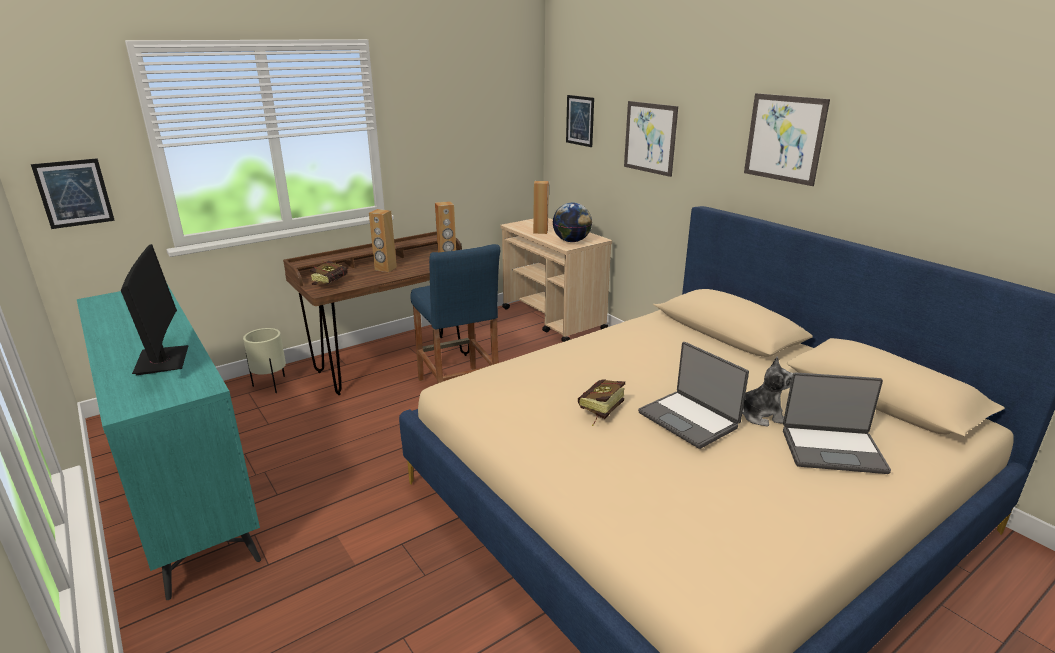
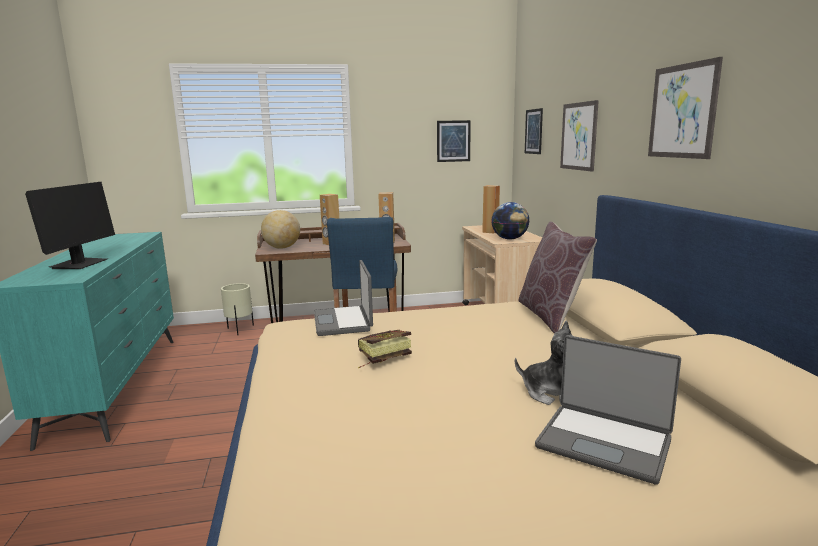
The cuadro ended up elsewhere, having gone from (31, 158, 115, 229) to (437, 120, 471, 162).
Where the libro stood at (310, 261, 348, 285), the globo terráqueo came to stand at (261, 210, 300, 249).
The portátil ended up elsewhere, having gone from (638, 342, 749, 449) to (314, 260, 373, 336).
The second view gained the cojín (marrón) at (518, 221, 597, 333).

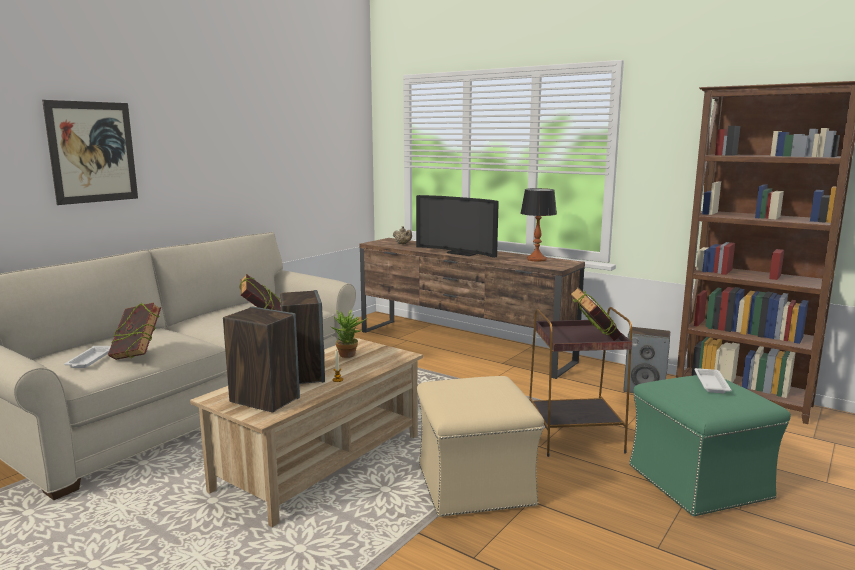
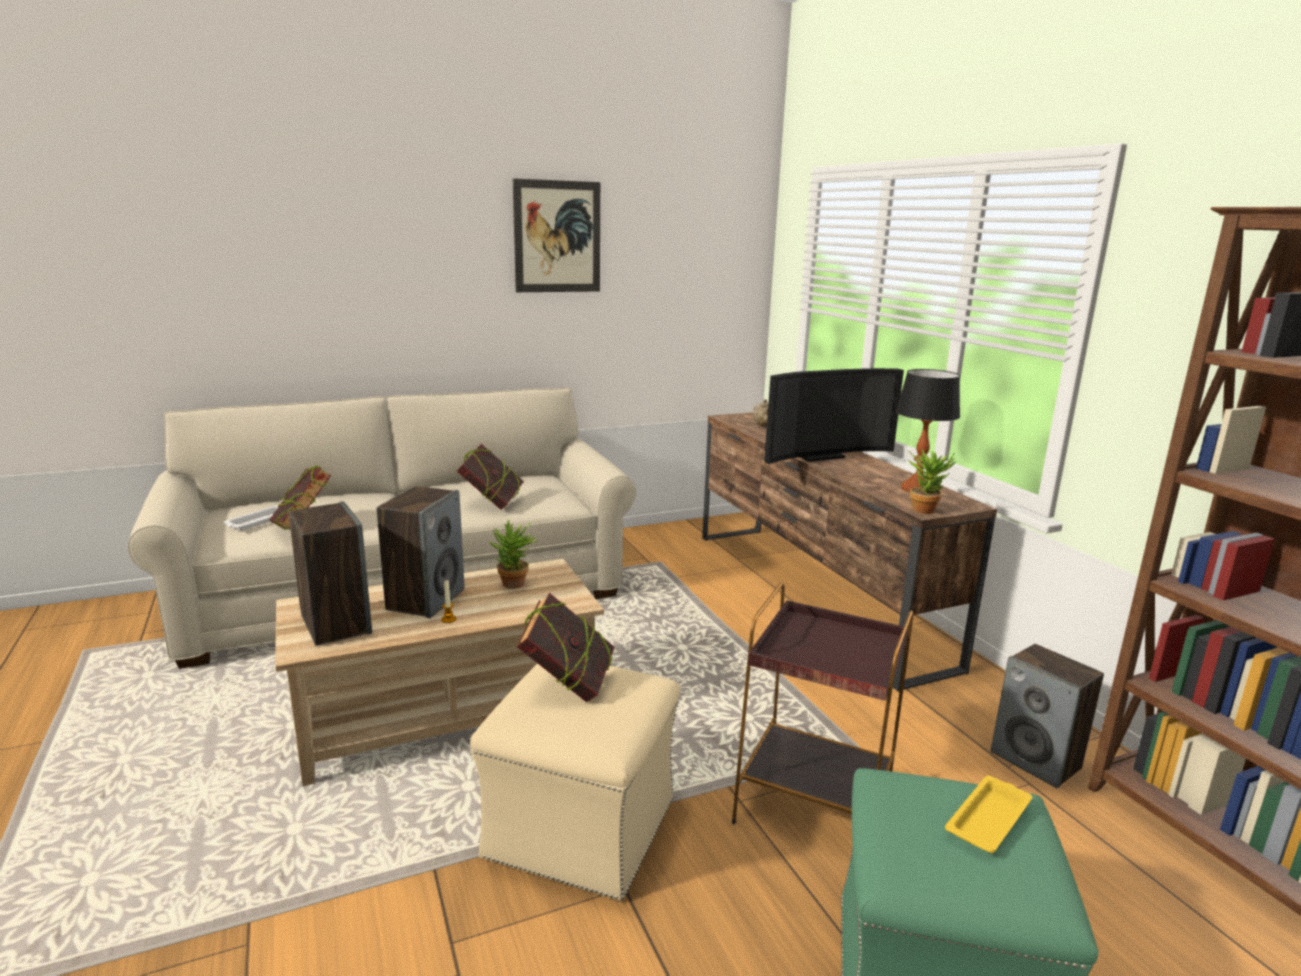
The cuadro ended up elsewhere, having gone from (42, 100, 138, 205) to (513, 178, 600, 292).
The televisor at (416, 195, 499, 258) ended up facing another way, 90 degrees counterclockwise from before.
The libro ended up elsewhere, having gone from (570, 287, 622, 341) to (516, 593, 615, 702).
What was the bandeja (blanco) at (694, 368, 732, 393) turned into the bandeja (amarillo) at (945, 776, 1032, 853).
The second view gained the planta en maceta at (908, 450, 956, 514).

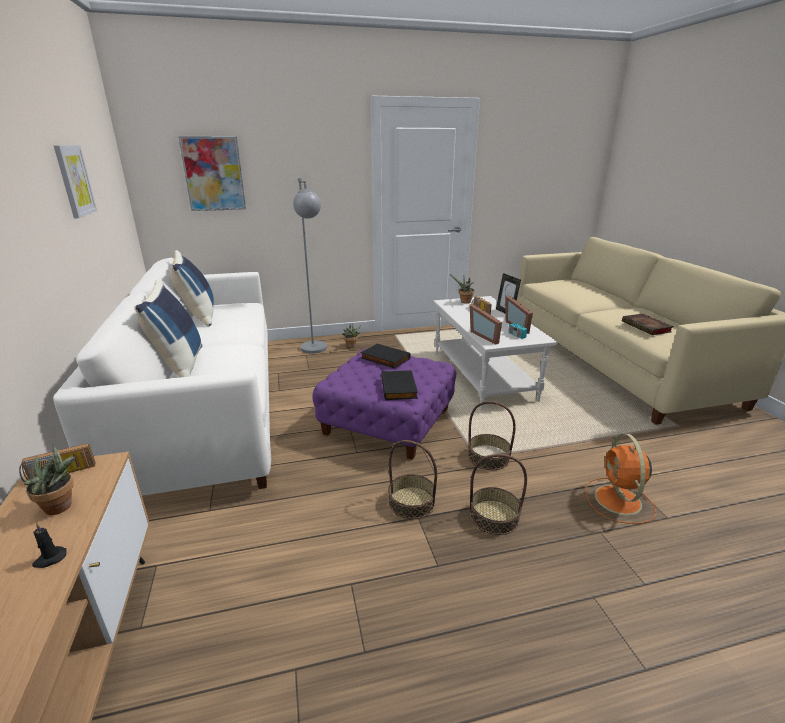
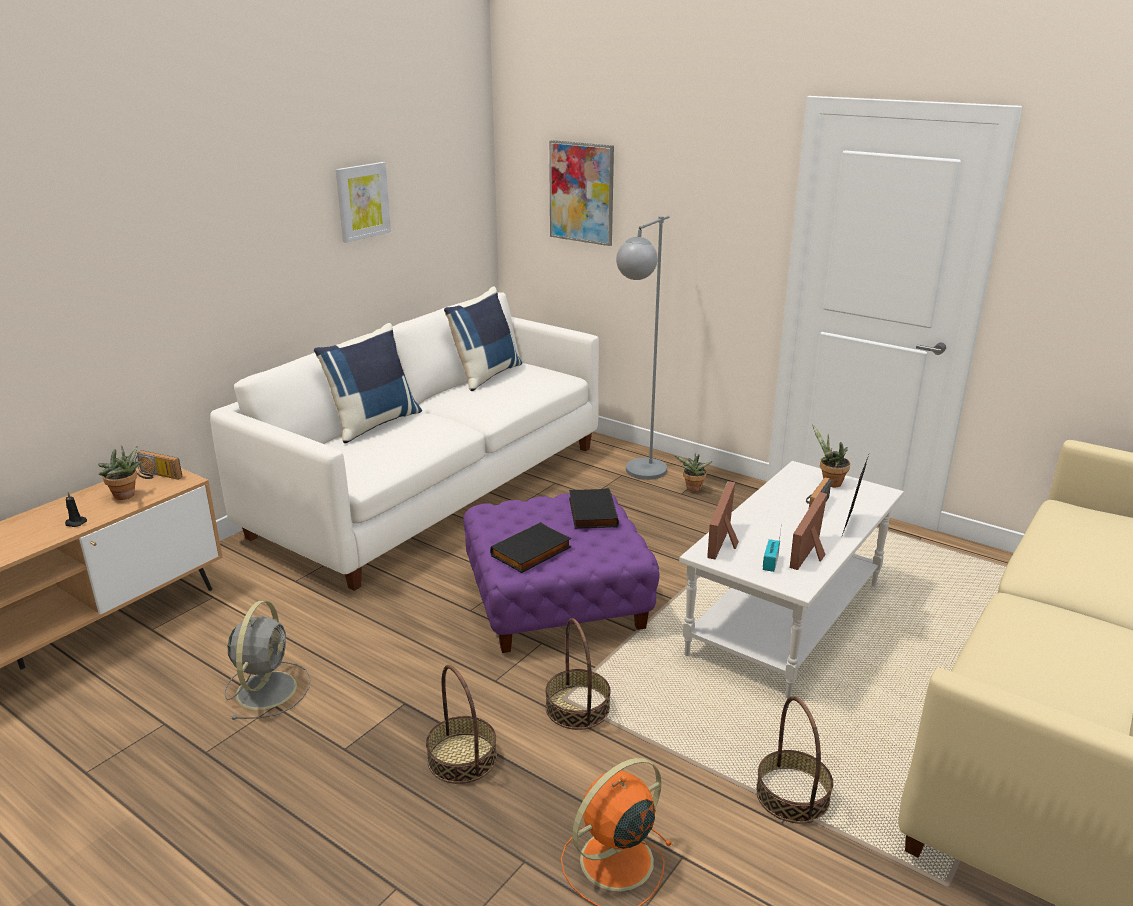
The second view lost the libro at (622, 314, 673, 335).
The cesta ended up elsewhere, having gone from (388, 440, 437, 519) to (756, 696, 833, 824).
The second view gained the ventilador (gris) at (225, 601, 311, 720).

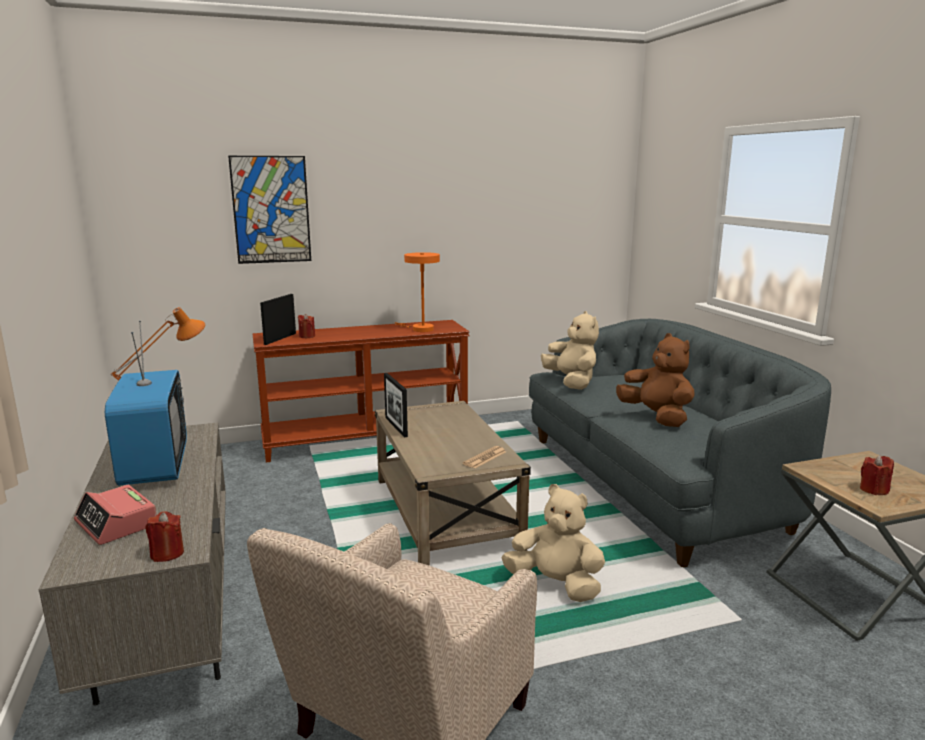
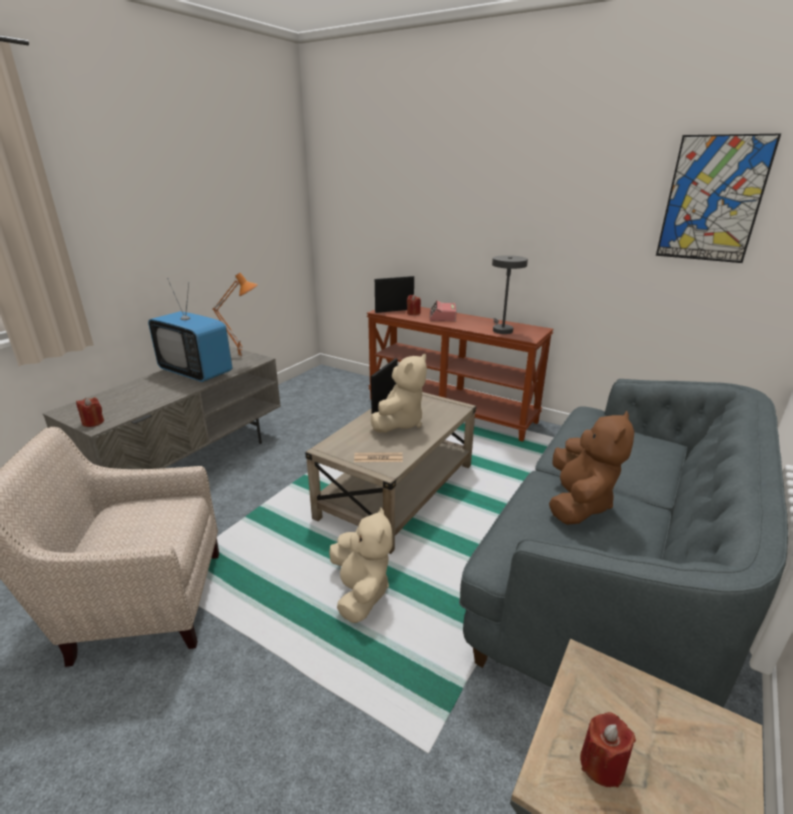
The cuadro ended up elsewhere, having gone from (228, 156, 311, 264) to (656, 134, 781, 263).
What was the lámpara de mesa (naranja) at (394, 252, 440, 332) turned into the lámpara de mesa (gris) at (492, 255, 528, 334).
The peluche (beis) ended up elsewhere, having gone from (541, 311, 599, 390) to (371, 354, 427, 433).
The televisor at (105, 321, 187, 486) ended up facing another way, 90 degrees clockwise from before.
The despertador ended up elsewhere, having gone from (74, 485, 157, 545) to (430, 300, 456, 321).

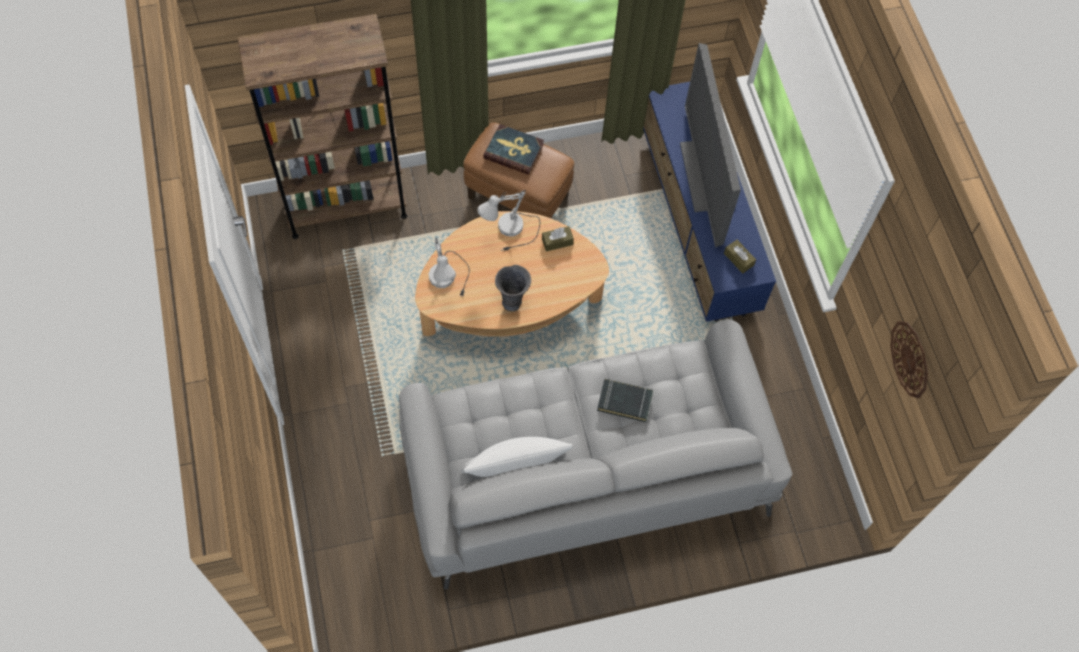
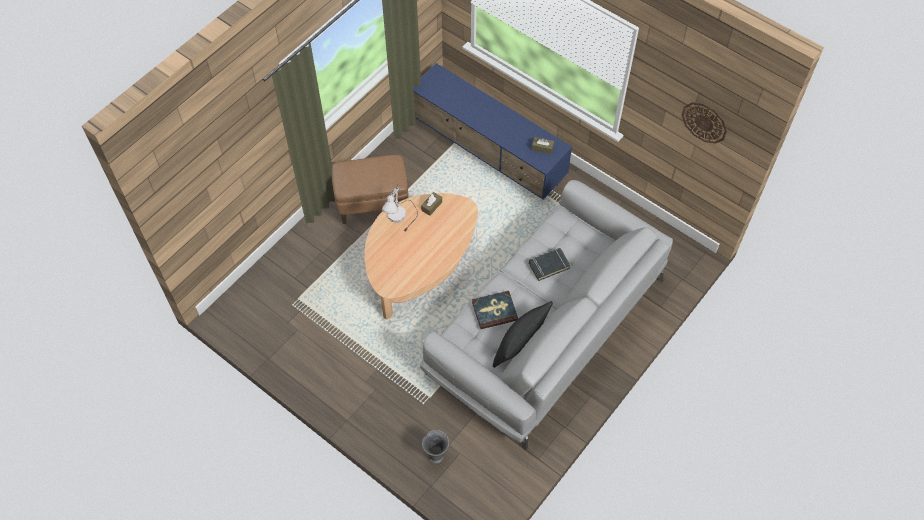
The second view lost the estantería (marrón) at (237, 14, 407, 239).
The second view lost the televisor at (680, 43, 741, 247).
The libro ended up elsewhere, having gone from (483, 124, 544, 175) to (472, 291, 518, 329).
The second view lost the lámpara de mesa (blanco) at (428, 237, 470, 297).
The florero (gris) ended up elsewhere, having gone from (495, 265, 531, 311) to (422, 430, 449, 464).
What was the cojín (blanco) at (461, 437, 573, 477) turned into the cojín (negro) at (493, 301, 553, 368).

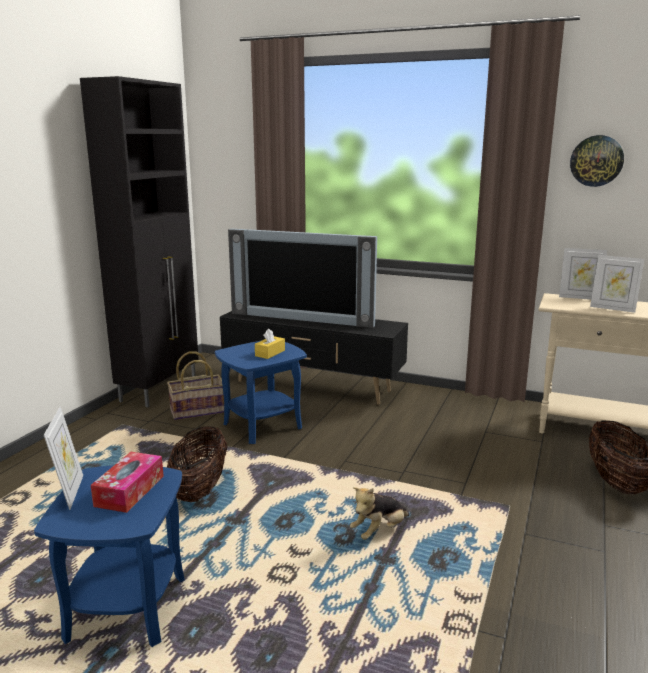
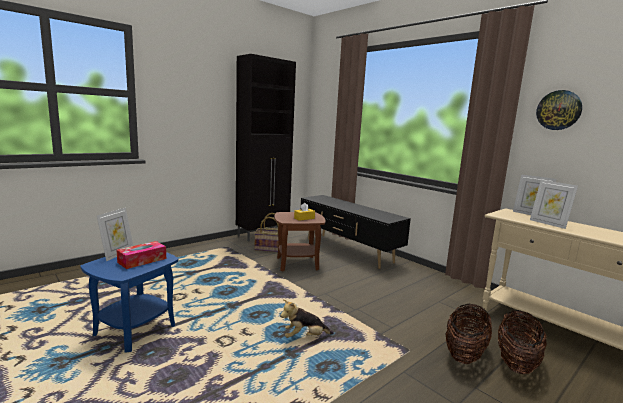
The second view lost the televisor at (228, 229, 377, 328).
What was the mesa auxiliar (azul) at (215, 340, 307, 444) turned into the mesa auxiliar (marrón) at (274, 212, 326, 272).
The cesta ended up elsewhere, having gone from (167, 426, 227, 502) to (445, 303, 492, 364).

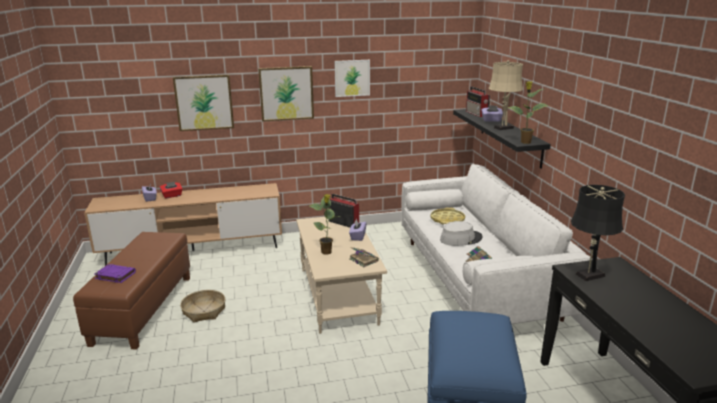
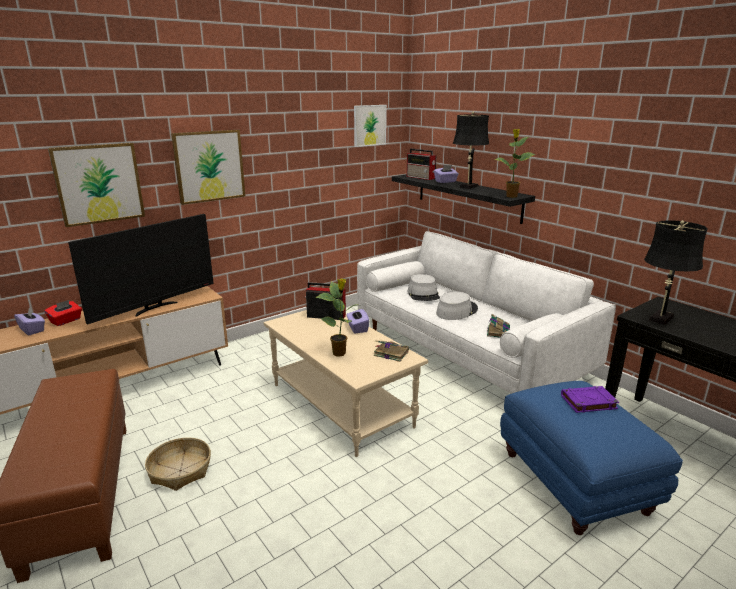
The cuadro ended up elsewhere, having gone from (334, 60, 370, 97) to (354, 105, 387, 147).
What was the lámpara de mesa (beis) at (489, 60, 523, 130) turned into the lámpara de mesa (negro) at (453, 111, 489, 189).
Where the bandeja (amarillo) stood at (430, 207, 465, 224), the sombrero (gris) came to stand at (407, 274, 440, 301).
The libro (morado) ended up elsewhere, having gone from (94, 264, 136, 283) to (561, 386, 619, 413).
The second view gained the televisor at (68, 214, 214, 324).

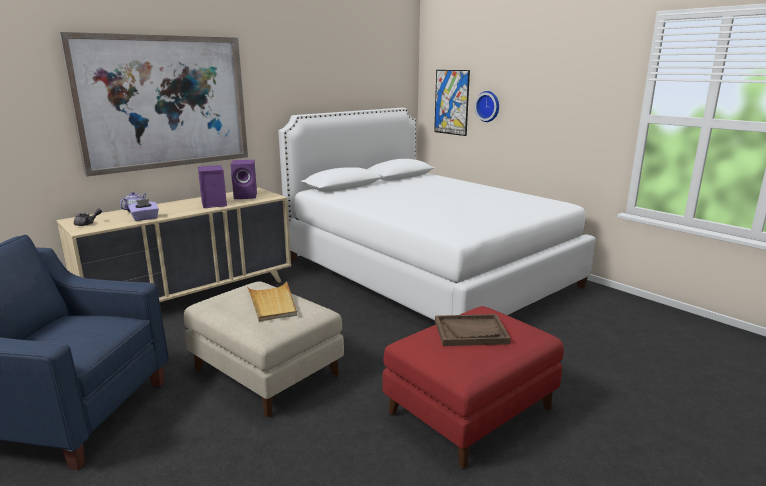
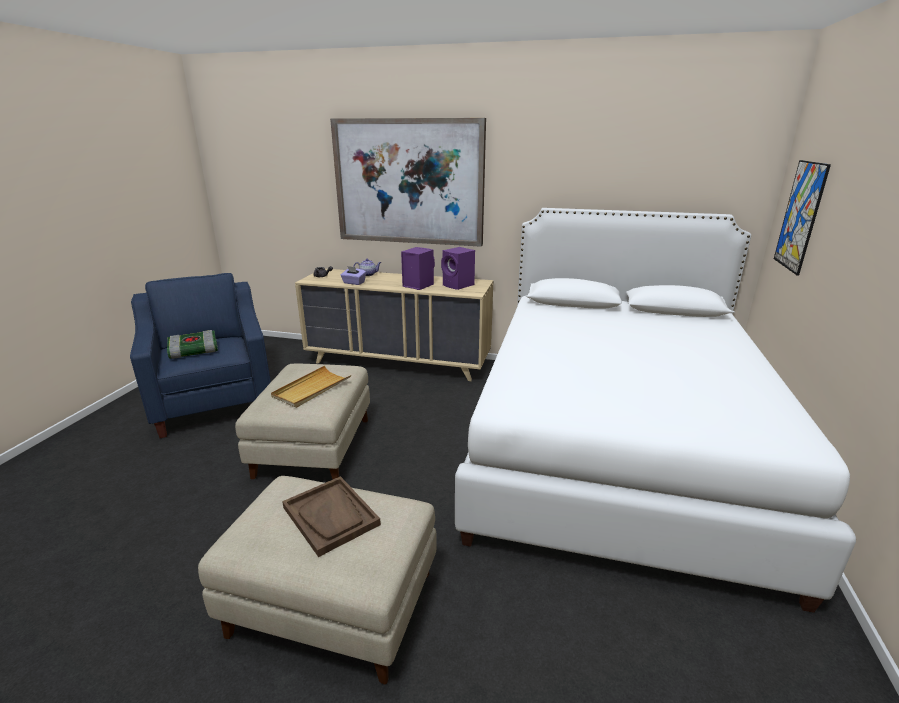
The second view lost the reloj de pared at (474, 91, 499, 122).
What was the puf (rojo) at (382, 306, 564, 468) turned into the puf (beis) at (198, 476, 437, 684).
The second view gained the libro at (167, 330, 218, 359).

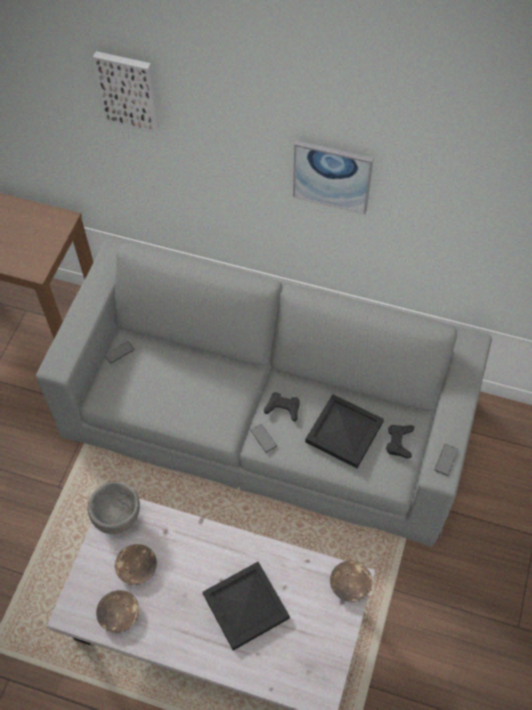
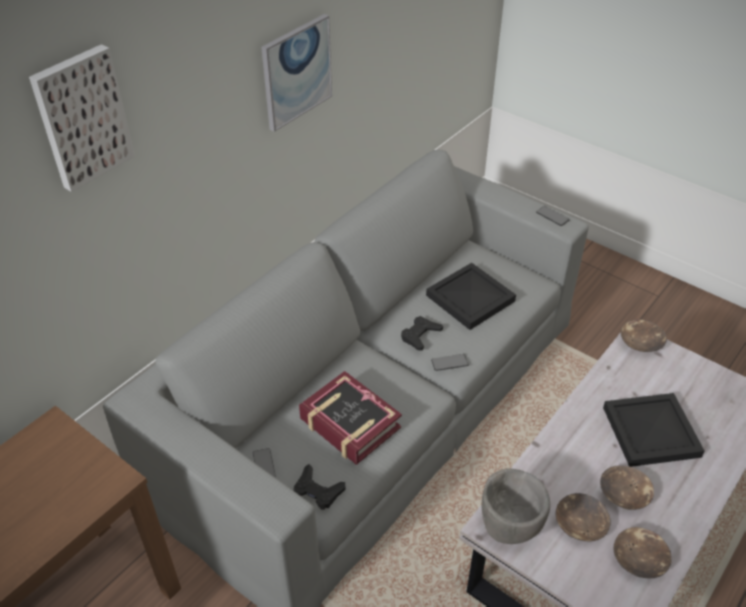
The mando de consola (negro) ended up elsewhere, having gone from (386, 425, 415, 459) to (294, 464, 345, 510).
The second view gained the libro at (299, 371, 402, 465).
The second view gained the cuenco (marrón) at (600, 465, 654, 510).

